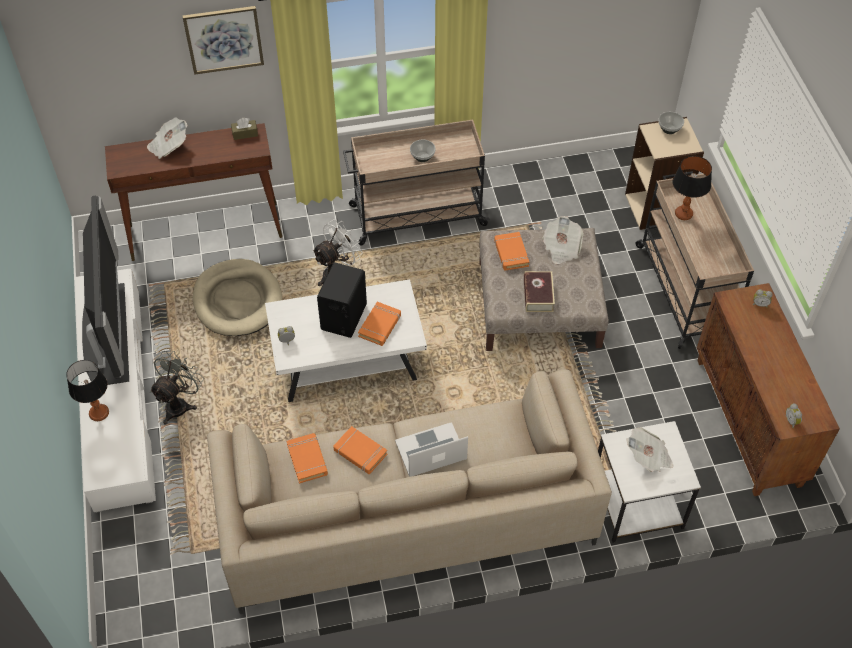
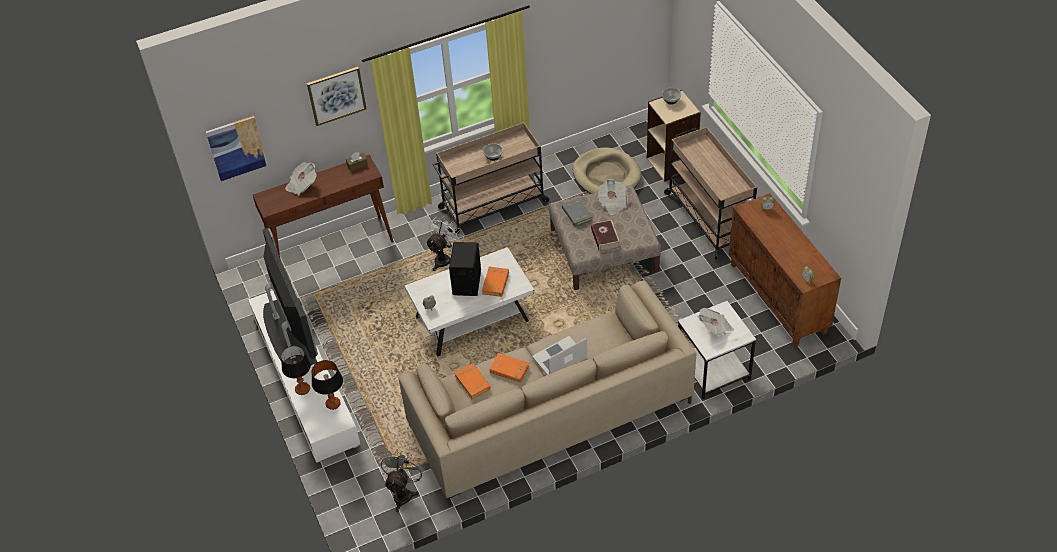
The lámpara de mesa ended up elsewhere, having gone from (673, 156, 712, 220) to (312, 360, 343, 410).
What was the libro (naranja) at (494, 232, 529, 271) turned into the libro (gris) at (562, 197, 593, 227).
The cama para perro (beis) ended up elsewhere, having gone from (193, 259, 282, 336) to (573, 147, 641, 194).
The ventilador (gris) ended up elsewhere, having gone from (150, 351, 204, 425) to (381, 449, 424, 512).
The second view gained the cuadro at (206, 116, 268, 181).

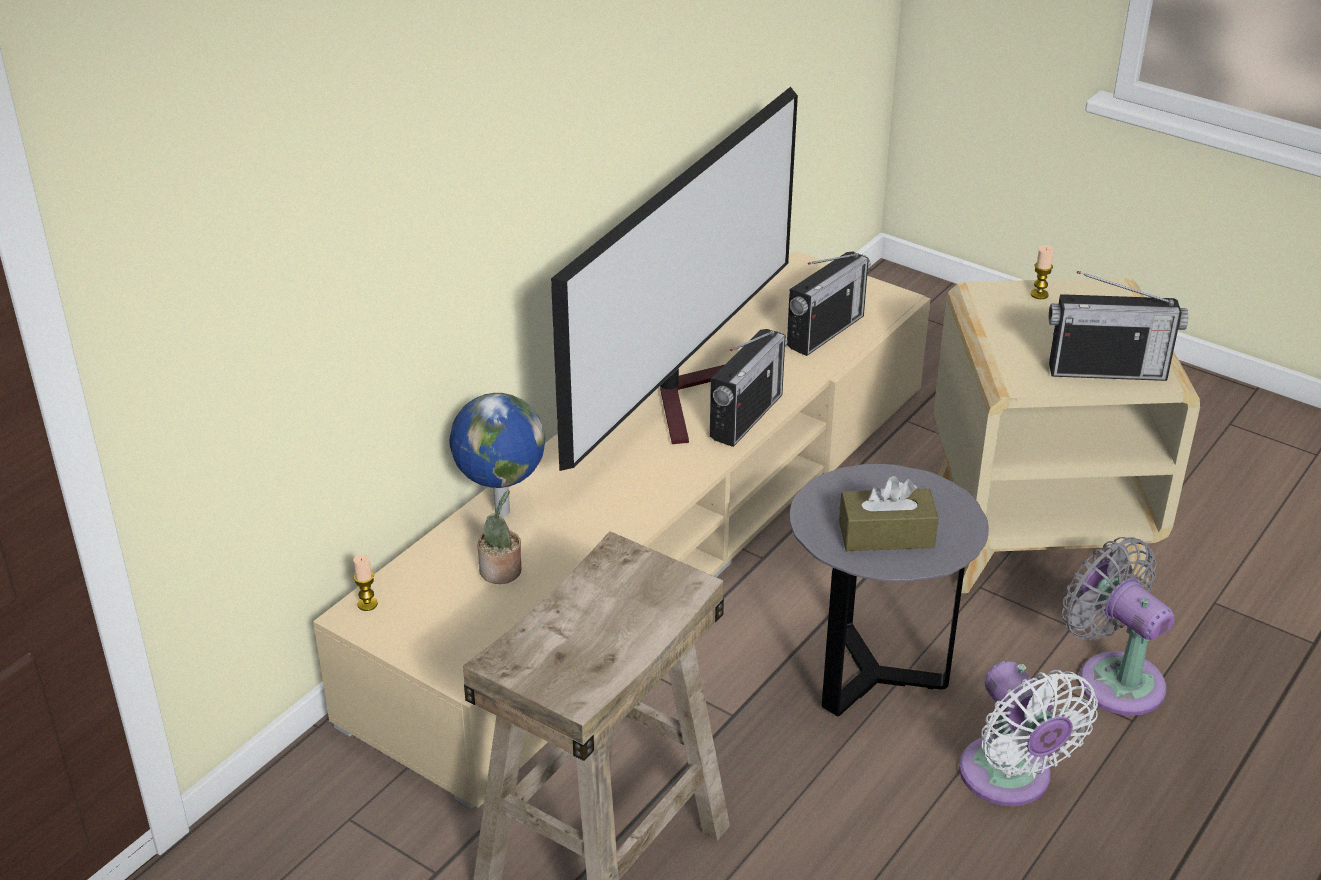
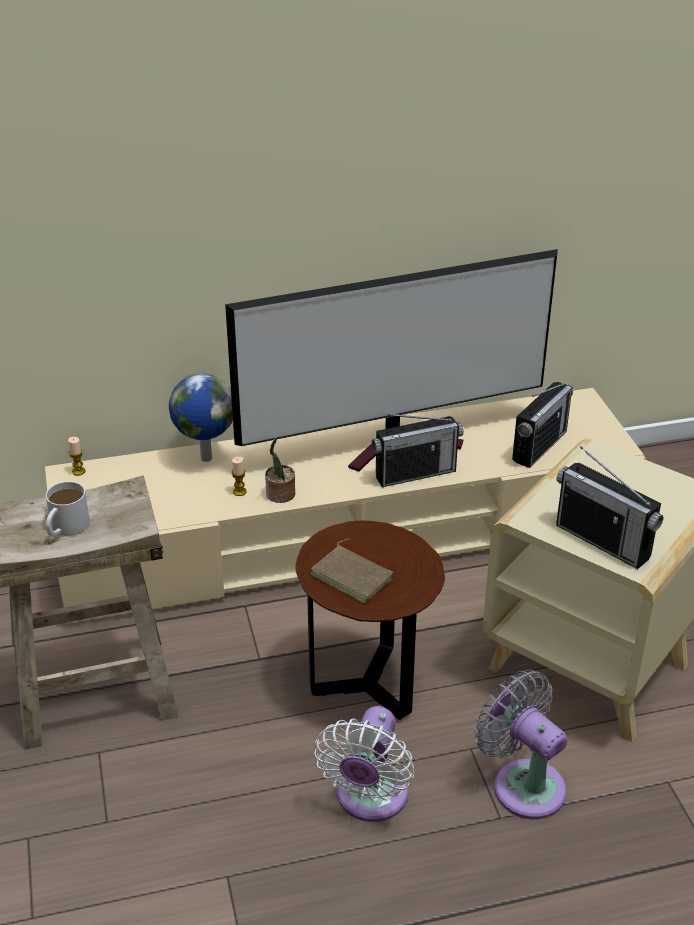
The vela ended up elsewhere, having gone from (1030, 245, 1054, 299) to (232, 457, 247, 496).
The radio at (787, 251, 871, 356) ended up facing another way, 45 degrees counterclockwise from before.
What was the mesa auxiliar (gris) at (790, 464, 989, 716) turned into the mesa auxiliar (marrón) at (295, 521, 445, 720).
Where the caja de pañuelos (marrón) stood at (839, 476, 938, 551), the libro (marrón) came to stand at (311, 538, 394, 603).
The planta en maceta ended up elsewhere, having gone from (477, 490, 522, 584) to (265, 437, 295, 503).
The ventilador (gris) at (1062, 537, 1175, 716) ended up facing another way, 45 degrees counterclockwise from before.
The second view gained the taza grande (blanco) at (46, 481, 90, 536).

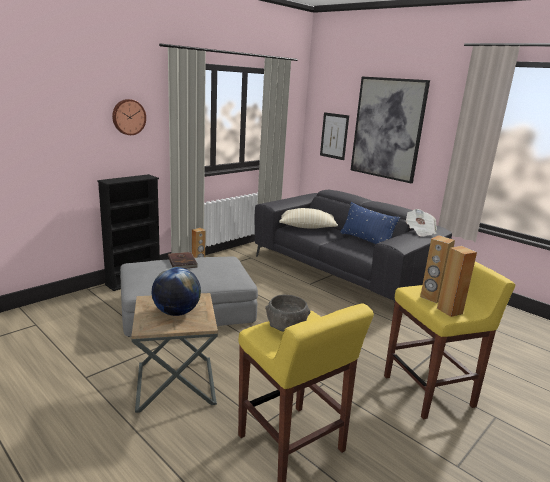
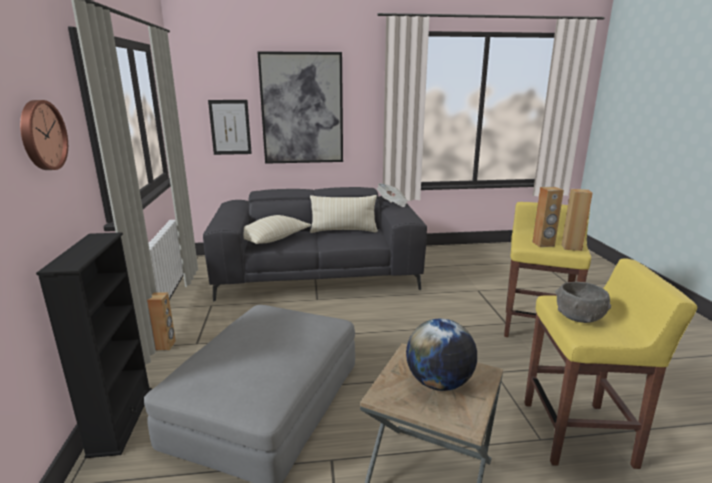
What was the cojín (azul) at (340, 202, 400, 244) turned into the cojín (beis) at (310, 195, 378, 233).
The second view lost the libro (marrón) at (168, 252, 198, 269).

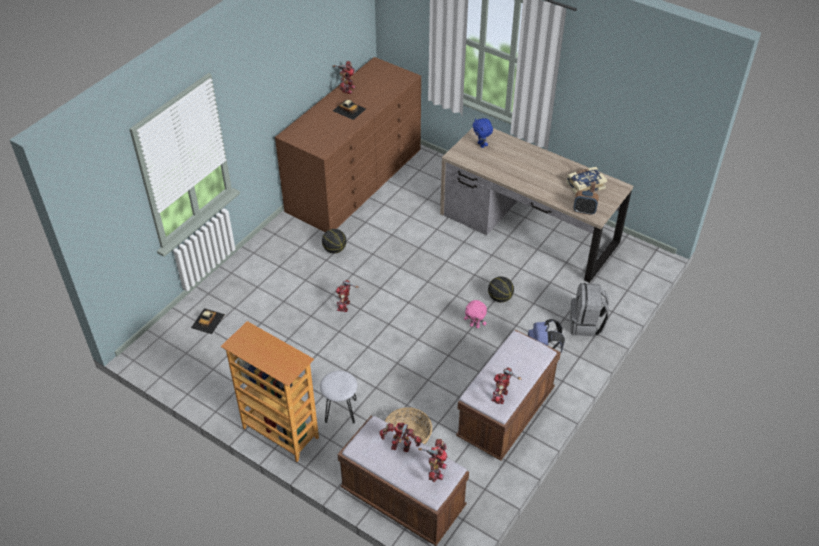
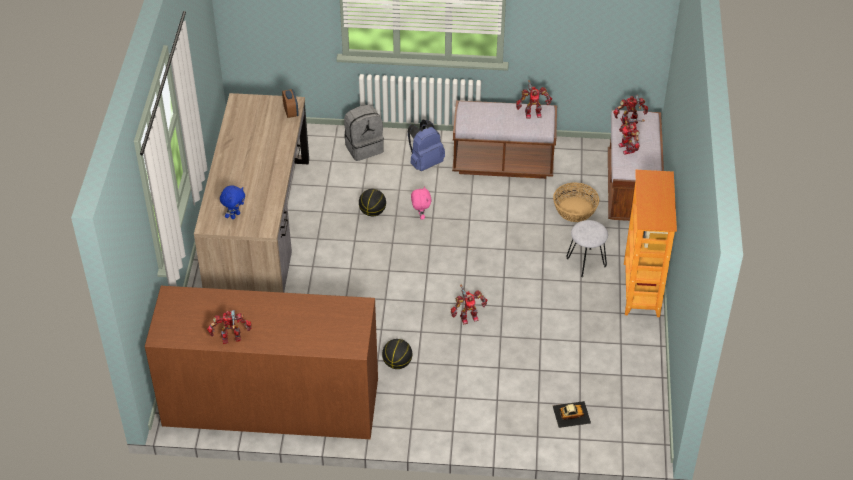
The second view lost the coche de juguete at (333, 100, 366, 120).
The second view lost the libro at (566, 167, 607, 194).

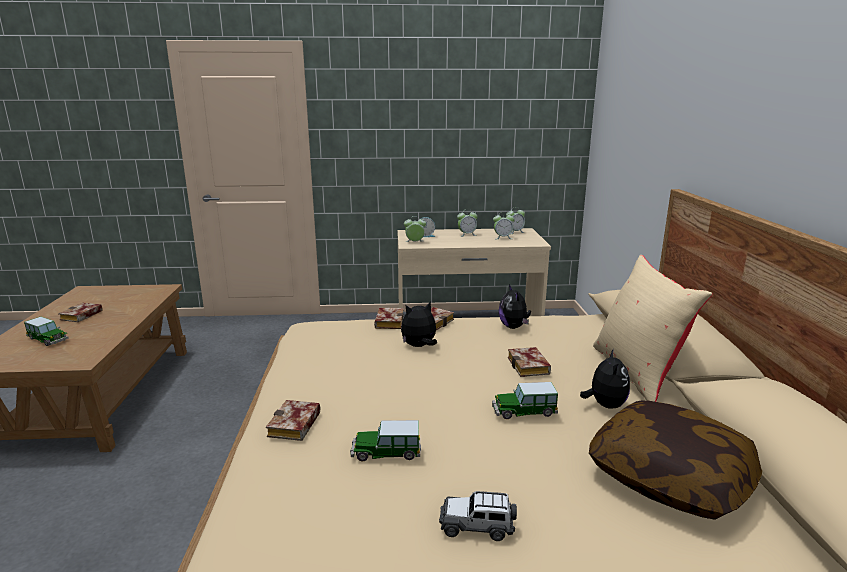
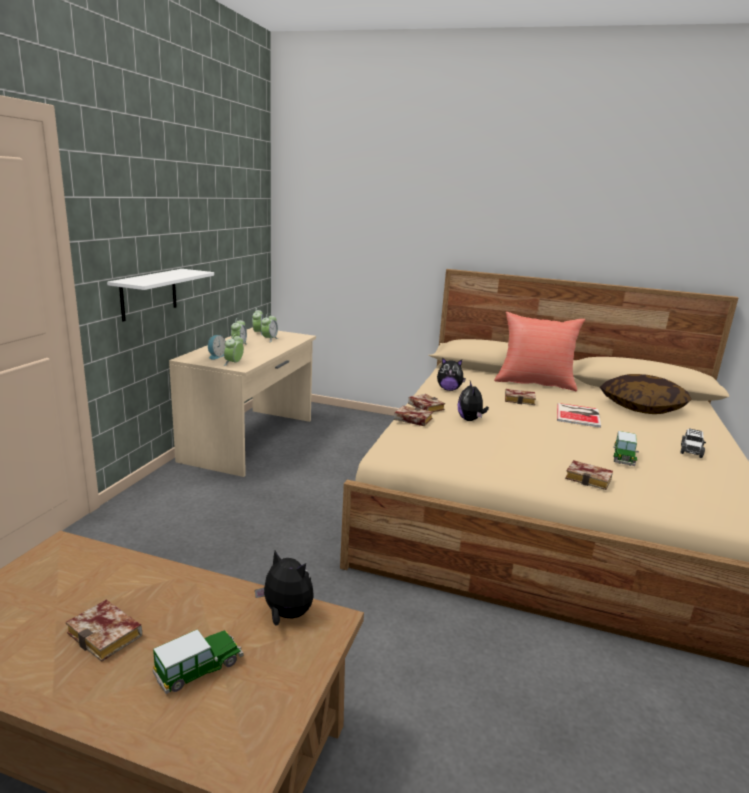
What was the cojín (beis) at (593, 255, 713, 402) turned into the cojín (rojo) at (494, 312, 585, 391).
The peluche ended up elsewhere, having gone from (580, 349, 630, 409) to (255, 551, 314, 626).
Where the coche de juguete stood at (492, 382, 558, 419), the libro came to stand at (557, 403, 601, 428).
The second view gained the estante (blanco) at (107, 269, 214, 322).

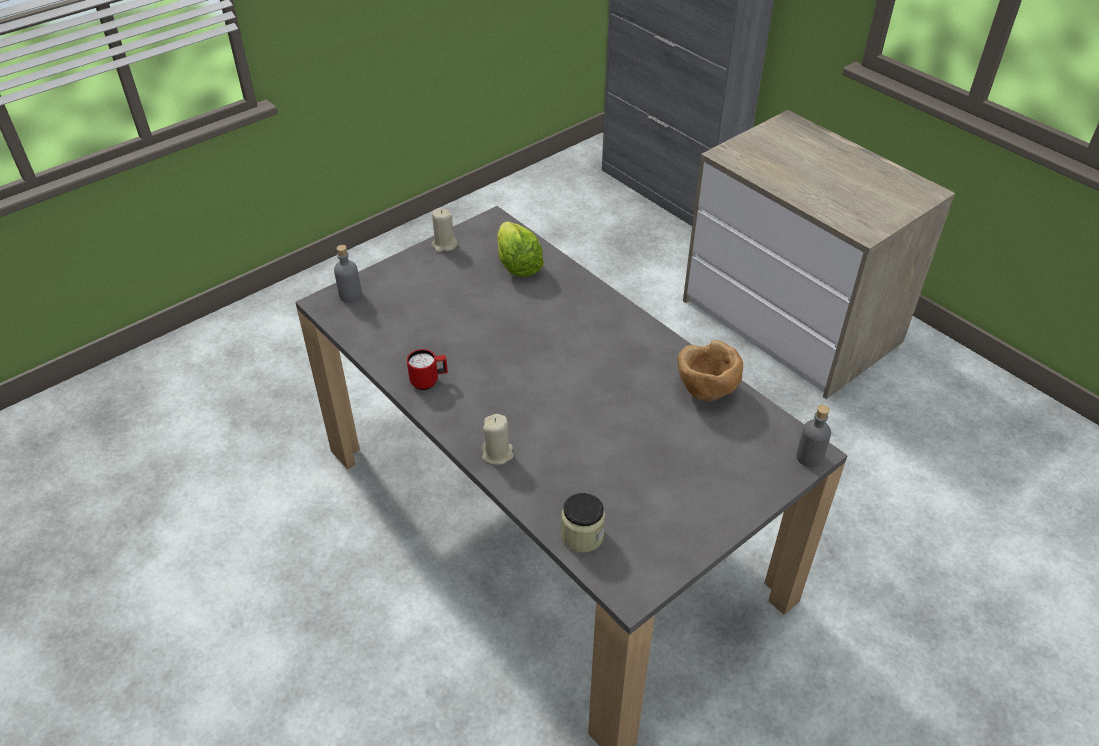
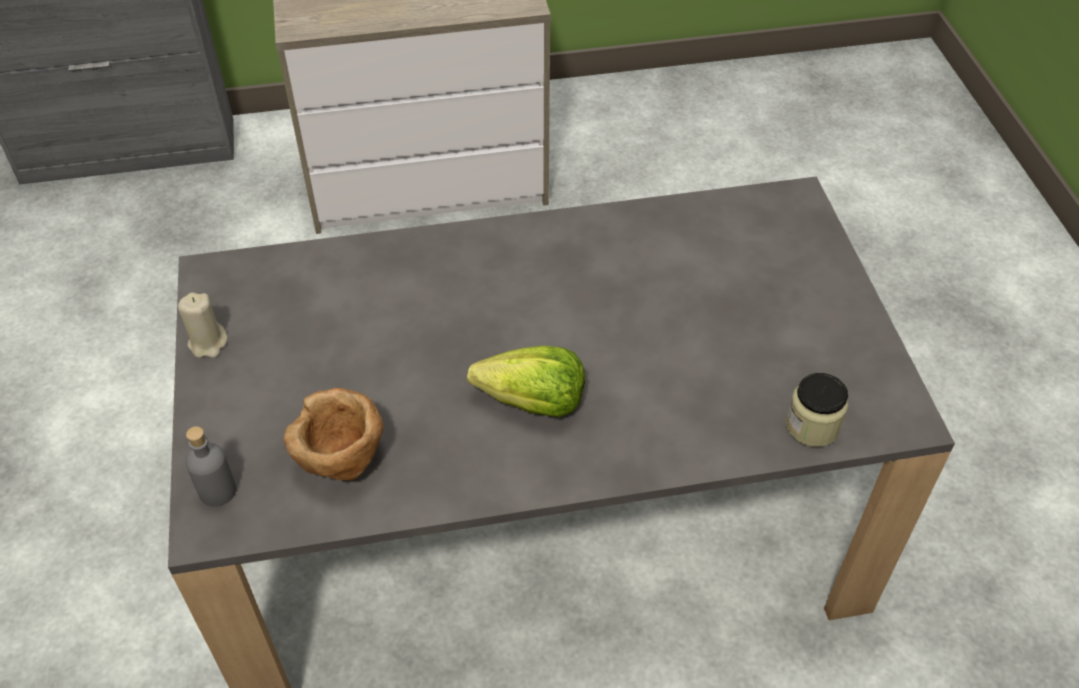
The lechuga ended up elsewhere, having gone from (497, 221, 544, 277) to (467, 346, 585, 417).
The cuenco (marrón) ended up elsewhere, having gone from (678, 340, 743, 401) to (283, 388, 383, 480).
The second view lost the taza grande (rojo) at (407, 349, 448, 390).
The second view lost the botella (gris) at (796, 405, 831, 467).
The second view lost the vela (beis) at (482, 414, 514, 465).

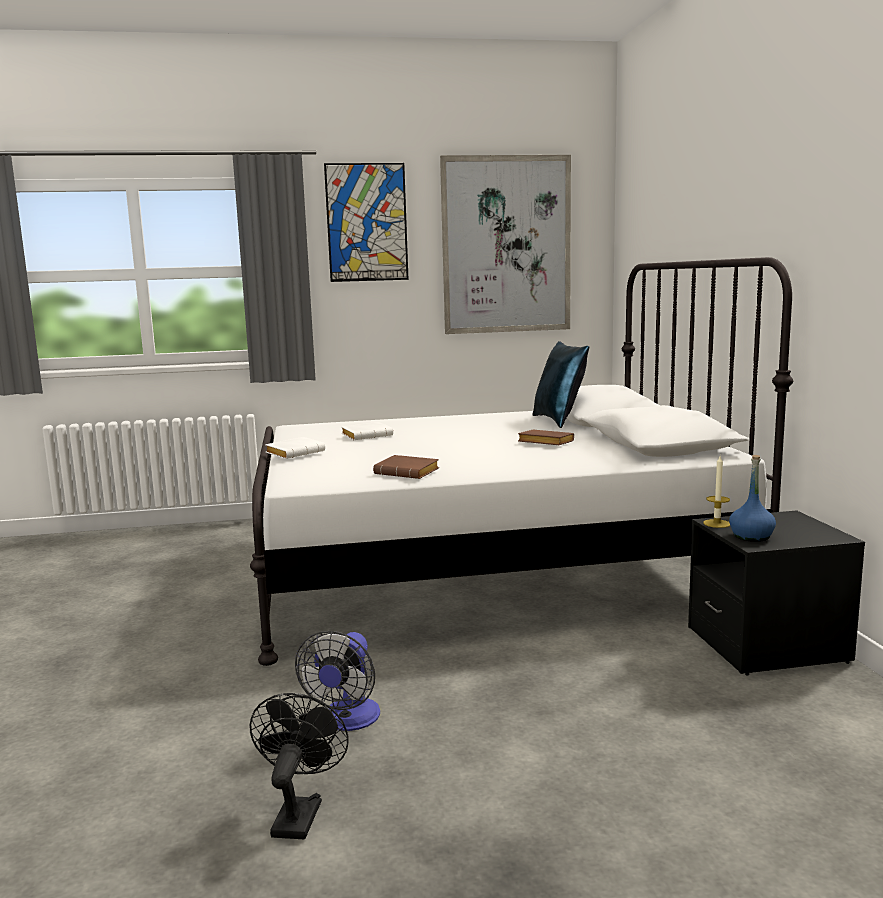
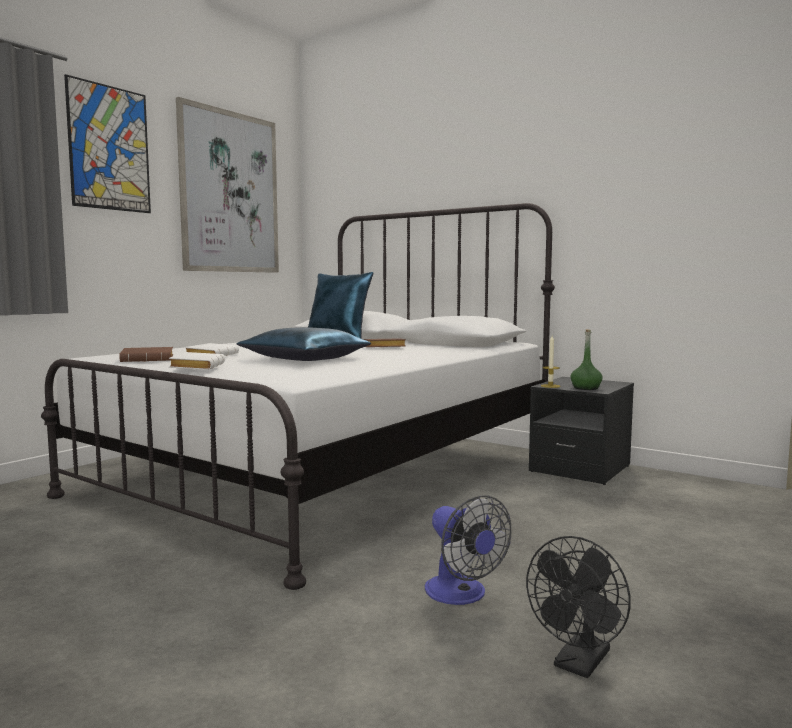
The libro (marrón) ended up elsewhere, having gone from (373, 455, 439, 479) to (119, 347, 173, 362).
What was the botella (azul) at (729, 455, 776, 542) turned into the botella (verde) at (571, 329, 603, 390).
The ventilador (negro) at (249, 693, 349, 839) ended up facing another way, 105 degrees counterclockwise from before.
The second view gained the cojín (azul) at (236, 327, 371, 361).

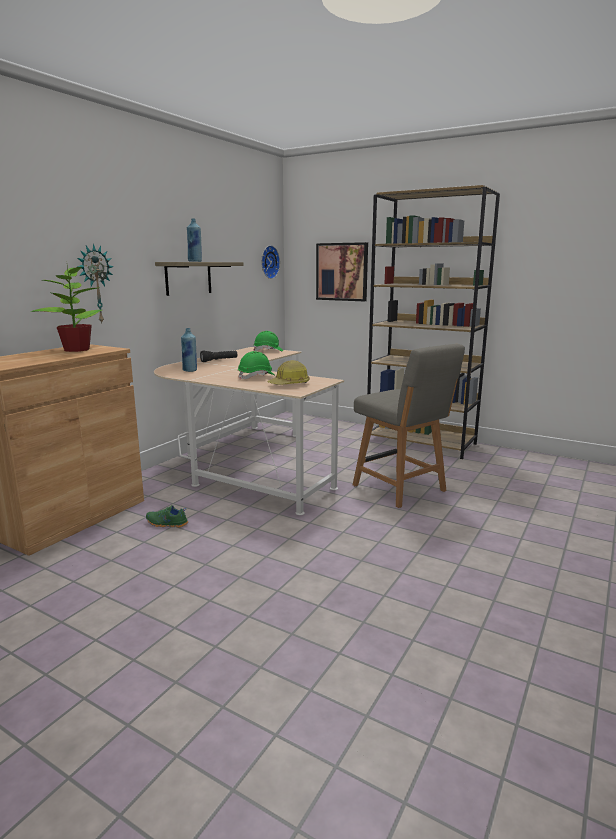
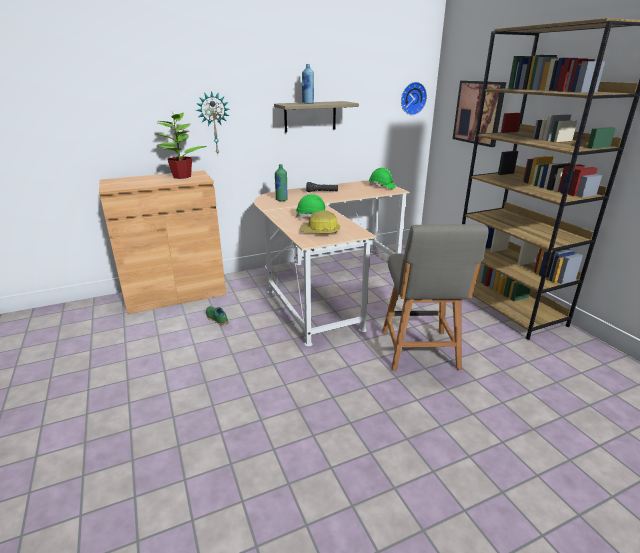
What was the botella (azul) at (181, 328, 197, 372) turned into the botella (verde) at (275, 164, 288, 201).

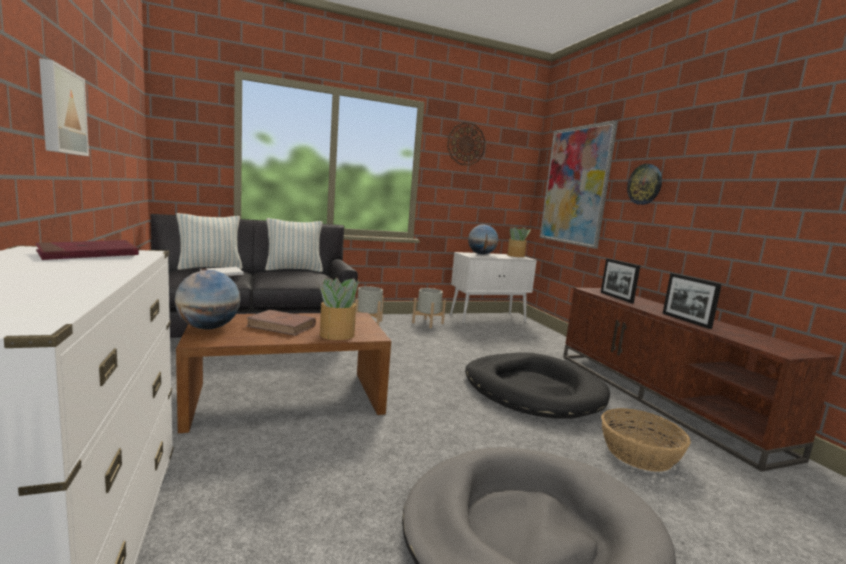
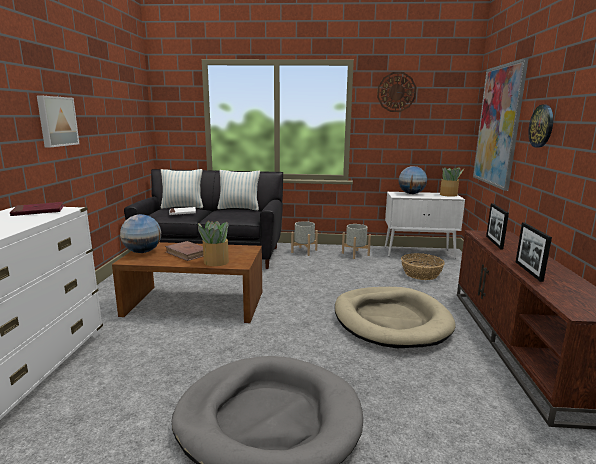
What was the cama para perro (negro) at (465, 352, 610, 419) turned into the cama para perro (beis) at (335, 287, 456, 348).
The cesta ended up elsewhere, having gone from (601, 408, 691, 472) to (401, 253, 445, 280).

